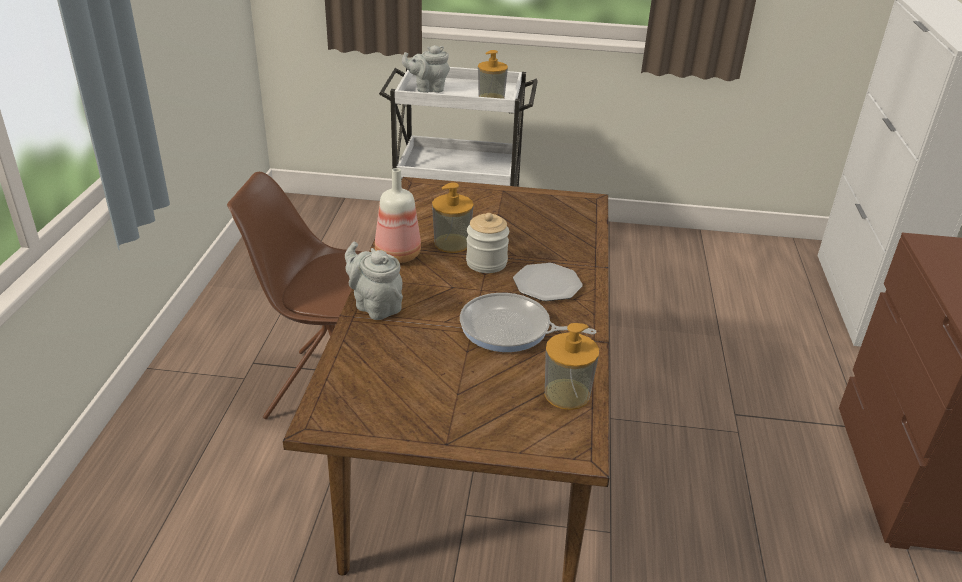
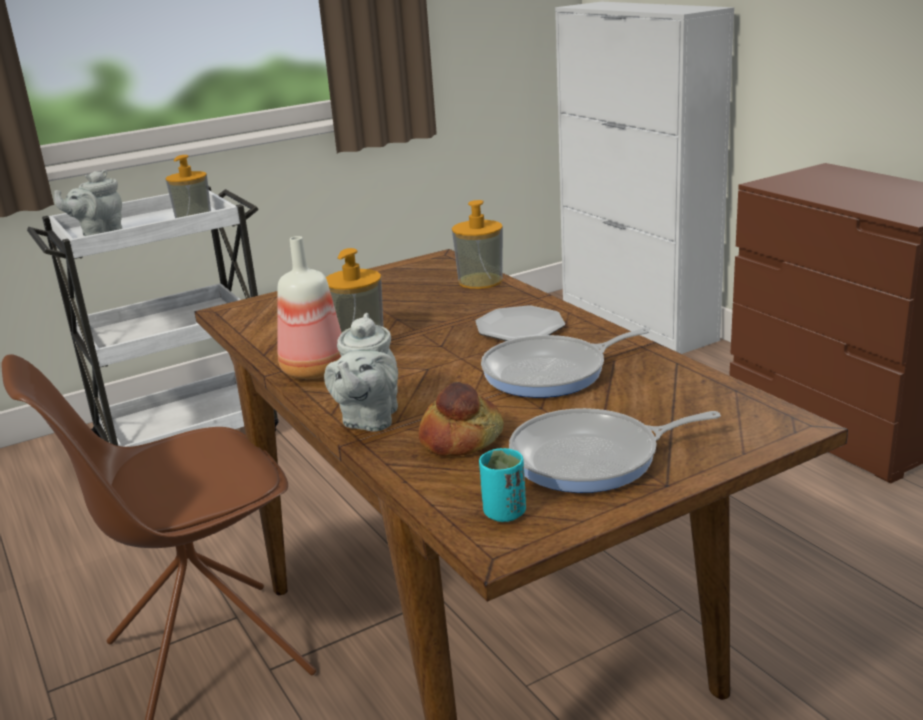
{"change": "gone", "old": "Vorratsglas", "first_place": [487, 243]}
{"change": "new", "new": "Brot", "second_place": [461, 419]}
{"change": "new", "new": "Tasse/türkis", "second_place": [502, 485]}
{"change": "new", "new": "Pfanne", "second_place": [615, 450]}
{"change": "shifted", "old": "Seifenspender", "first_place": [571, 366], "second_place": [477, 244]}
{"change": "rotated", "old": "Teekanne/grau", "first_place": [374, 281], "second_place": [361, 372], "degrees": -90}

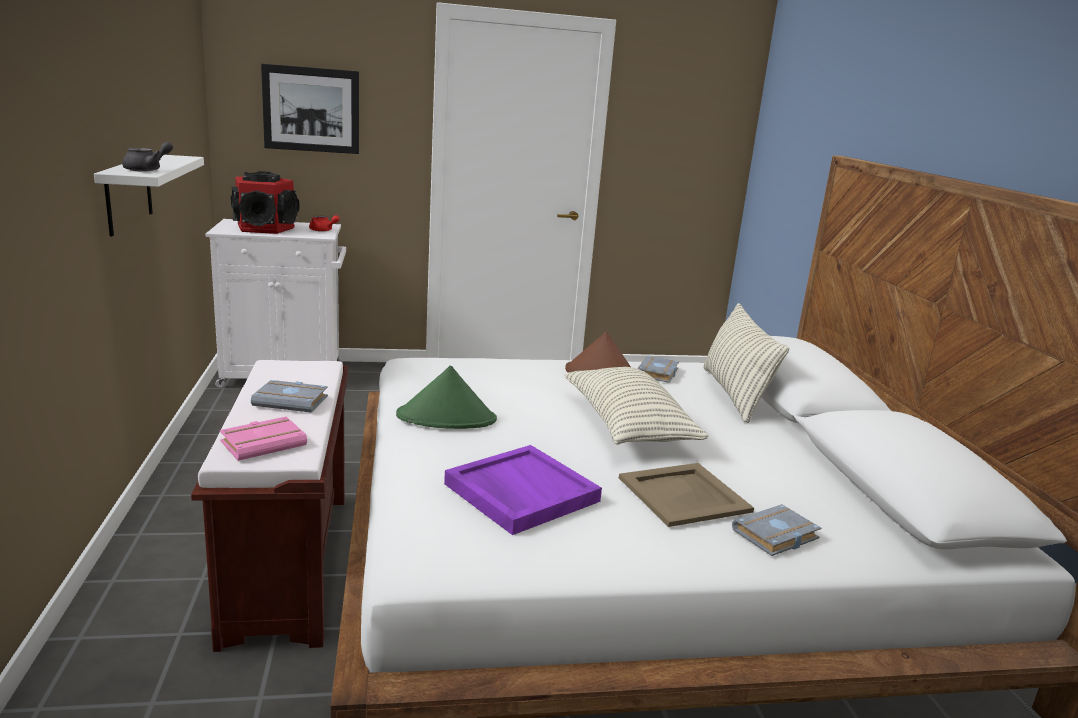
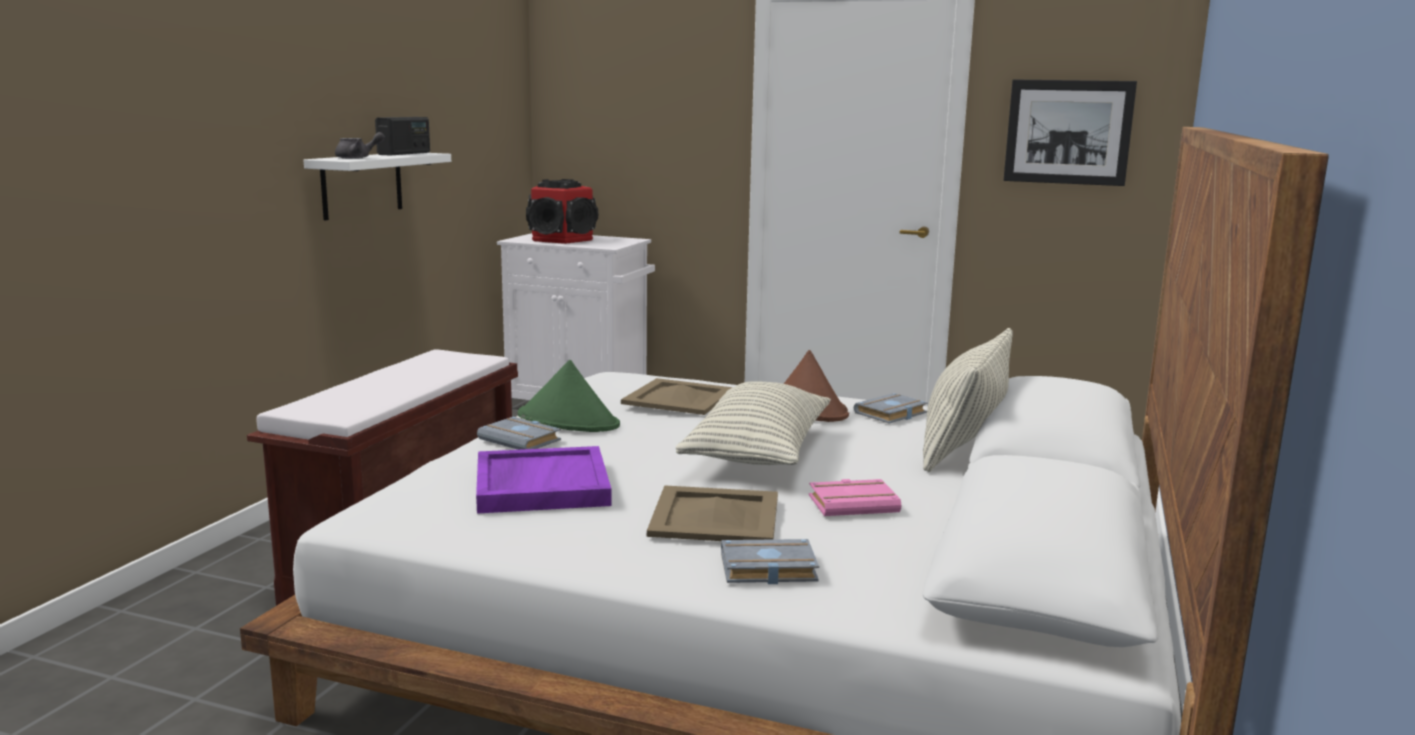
{"change": "gone", "old": "Teekanne/rot", "first_place": [324, 223]}
{"change": "new", "new": "Radio", "second_place": [402, 136]}
{"change": "new", "new": "Tablett/beige", "second_place": [677, 396]}
{"change": "shifted", "old": "Buch/rosa", "first_place": [263, 439], "second_place": [855, 497]}
{"change": "shifted", "old": "Buch/grau", "first_place": [289, 396], "second_place": [519, 433]}
{"change": "shifted", "old": "Bild", "first_place": [310, 109], "second_place": [1070, 132]}

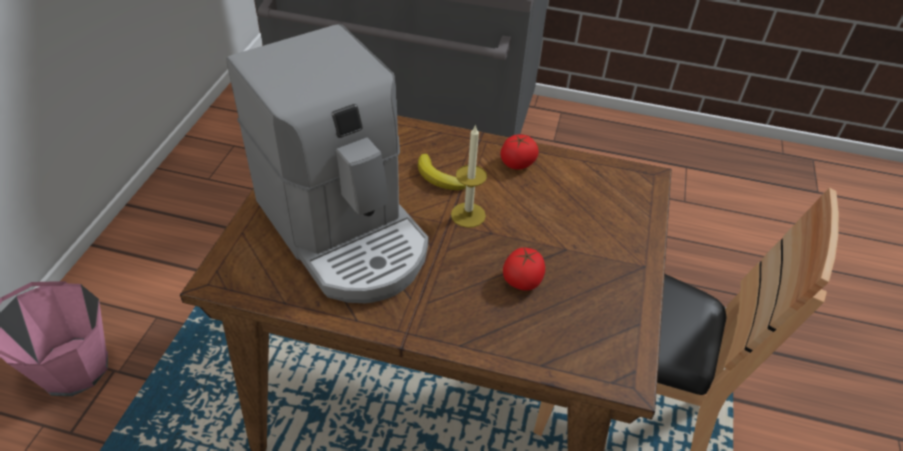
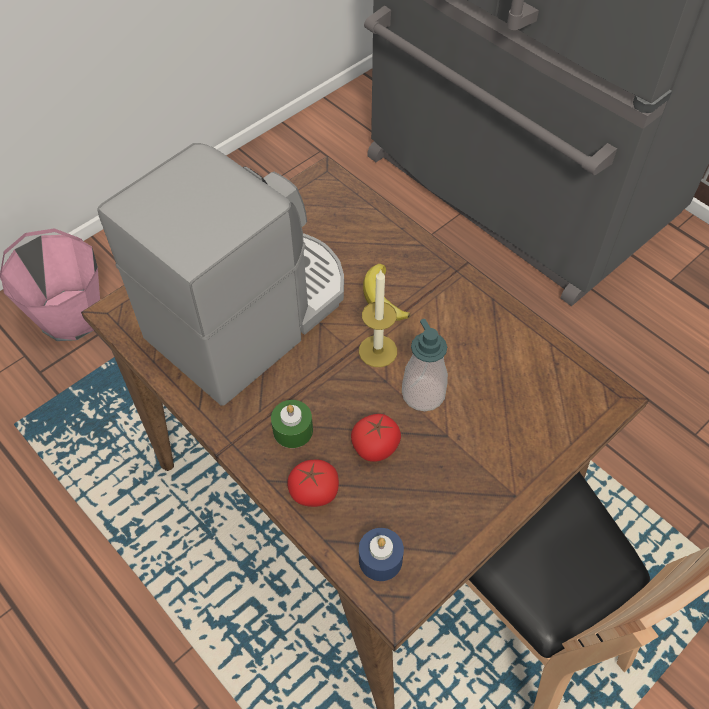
{"change": "new", "new": "Kerze/grün", "second_place": [292, 424]}
{"change": "new", "new": "Kerze/blau", "second_place": [381, 554]}
{"change": "new", "new": "Seifenspender", "second_place": [425, 365]}
{"change": "shifted", "old": "Tomate", "first_place": [519, 152], "second_place": [313, 483]}
{"change": "rotated", "old": "Kaffeemaschine", "first_place": [327, 163], "second_place": [220, 274], "degrees": -135}

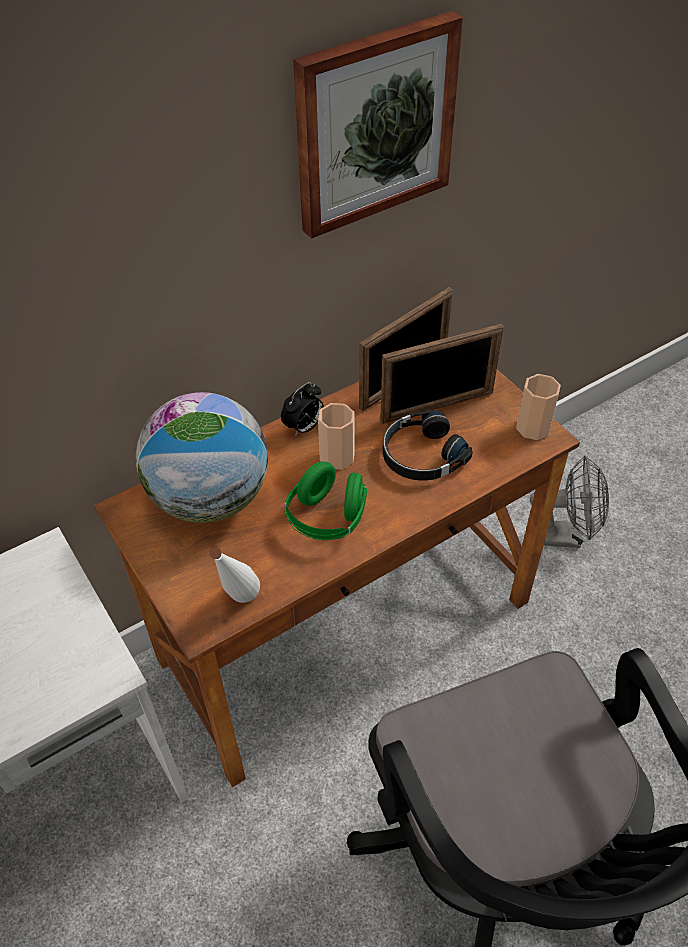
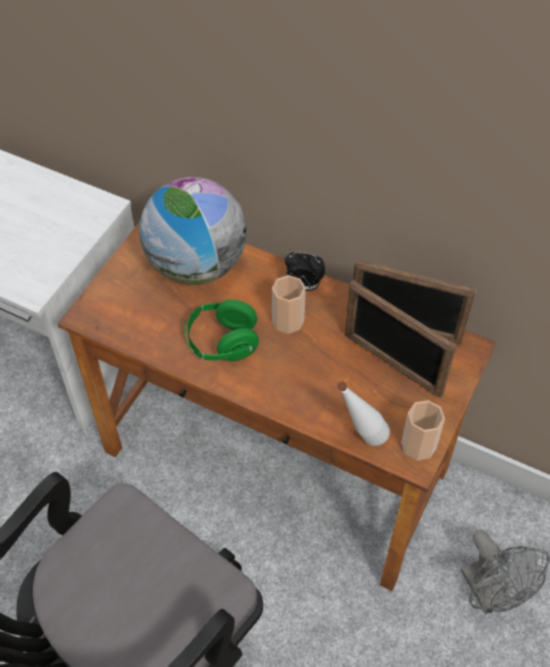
{"change": "gone", "old": "Bild", "first_place": [378, 125]}
{"change": "gone", "old": "Kopfhörer/schwarz", "first_place": [428, 445]}
{"change": "shifted", "old": "Flasche/weiß", "first_place": [235, 575], "second_place": [363, 414]}

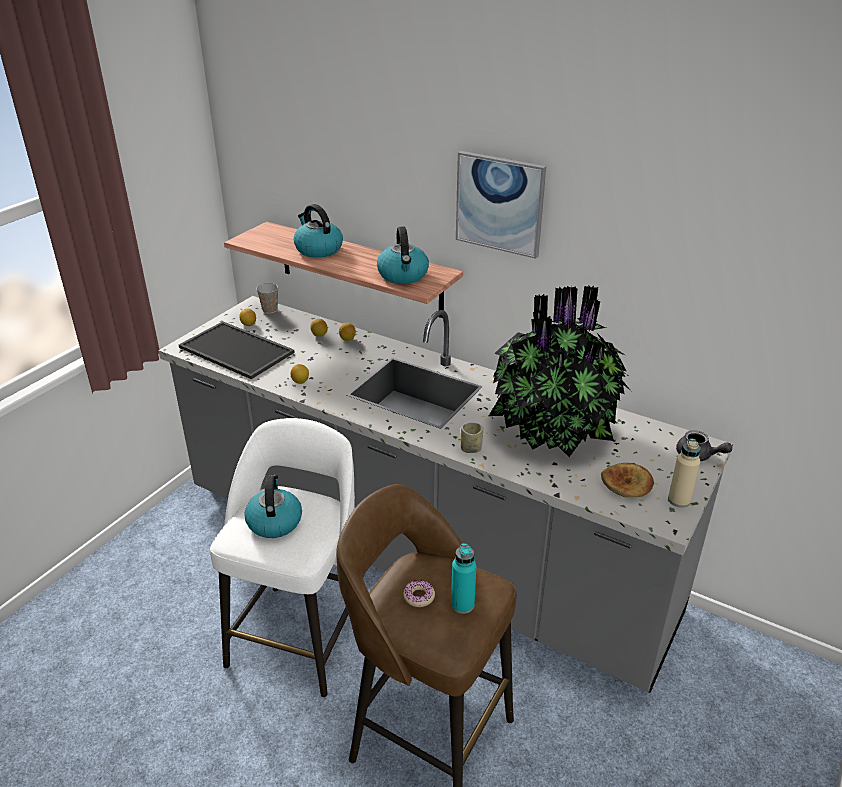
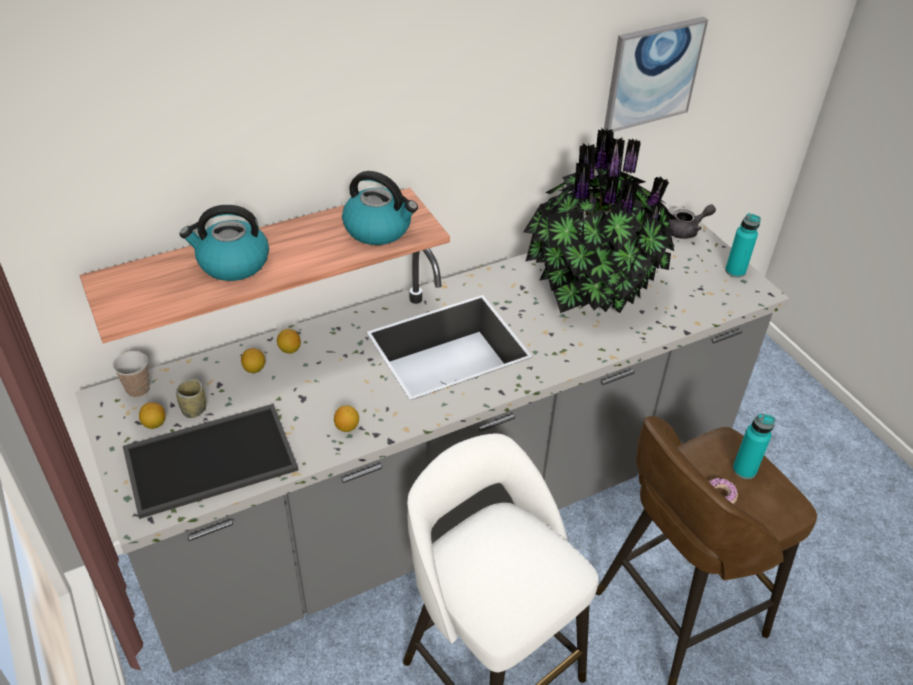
{"change": "gone", "old": "Wasserkessel", "first_place": [273, 506]}
{"change": "gone", "old": "Brot", "first_place": [627, 480]}
{"change": "shifted", "old": "Bild", "first_place": [501, 205], "second_place": [656, 74]}
{"change": "shifted", "old": "Tasse", "first_place": [472, 438], "second_place": [191, 398]}
{"change": "repainted", "old": "Flasche/beige", "new": "Flasche/türkis", "first_place": [684, 473], "second_place": [743, 245]}

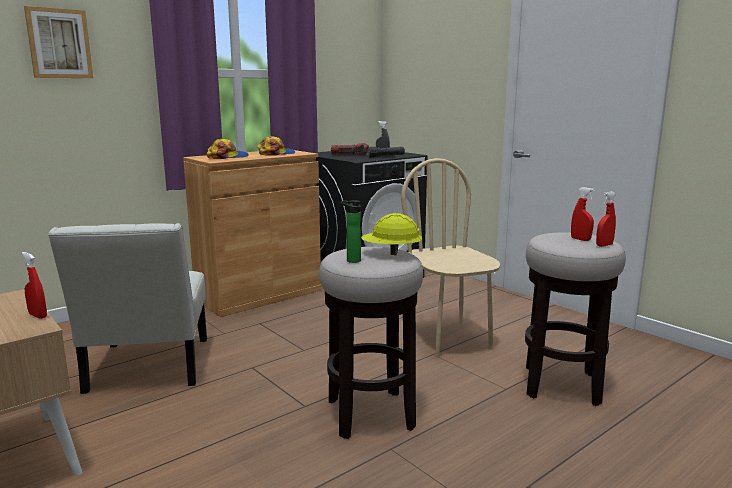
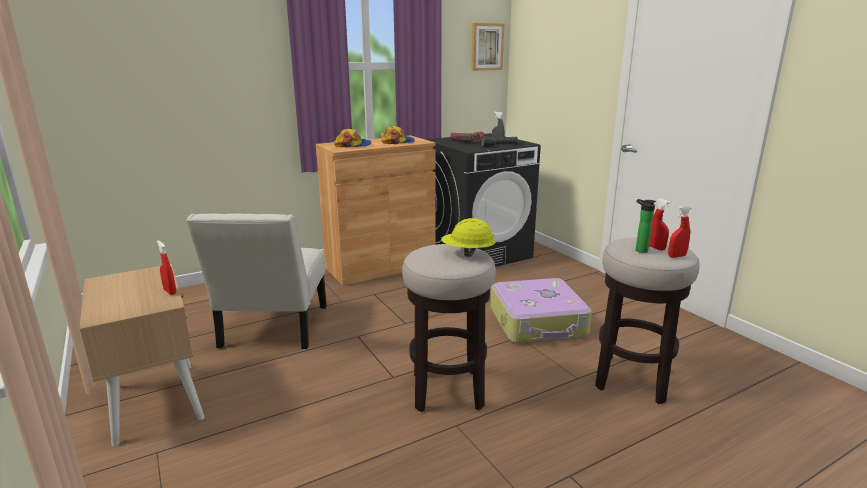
{"change": "shifted", "old": "Bild", "first_place": [58, 42], "second_place": [487, 47]}
{"change": "shifted", "old": "Flasche", "first_place": [350, 231], "second_place": [645, 226]}
{"change": "swapped", "old": "Stuhl/beige", "new": "Koffer", "first_place": [450, 258], "second_place": [541, 311]}

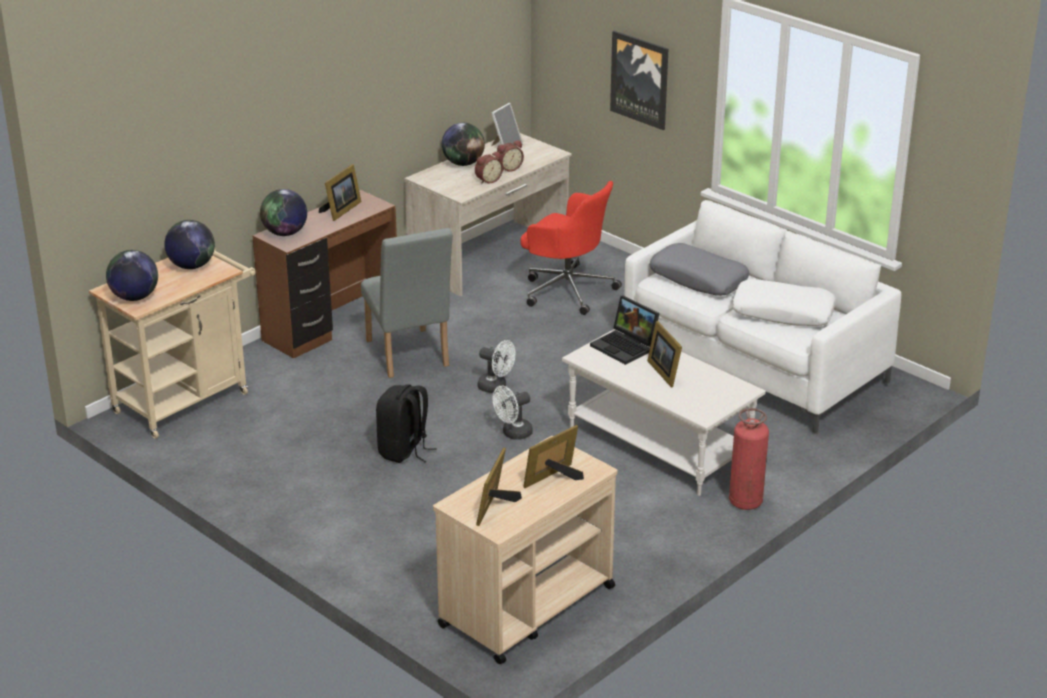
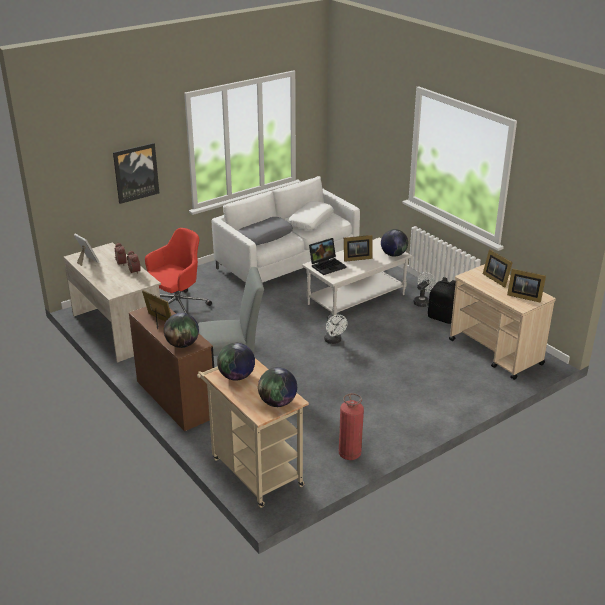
{"change": "shifted", "old": "Rucksack/schwarz", "first_place": [406, 423], "second_place": [442, 300]}
{"change": "shifted", "old": "Globus", "first_place": [463, 144], "second_place": [394, 243]}
{"change": "shifted", "old": "Ventilator/weiß", "first_place": [496, 366], "second_place": [425, 289]}
{"change": "shifted", "old": "Feuerlöscher", "first_place": [749, 459], "second_place": [351, 426]}

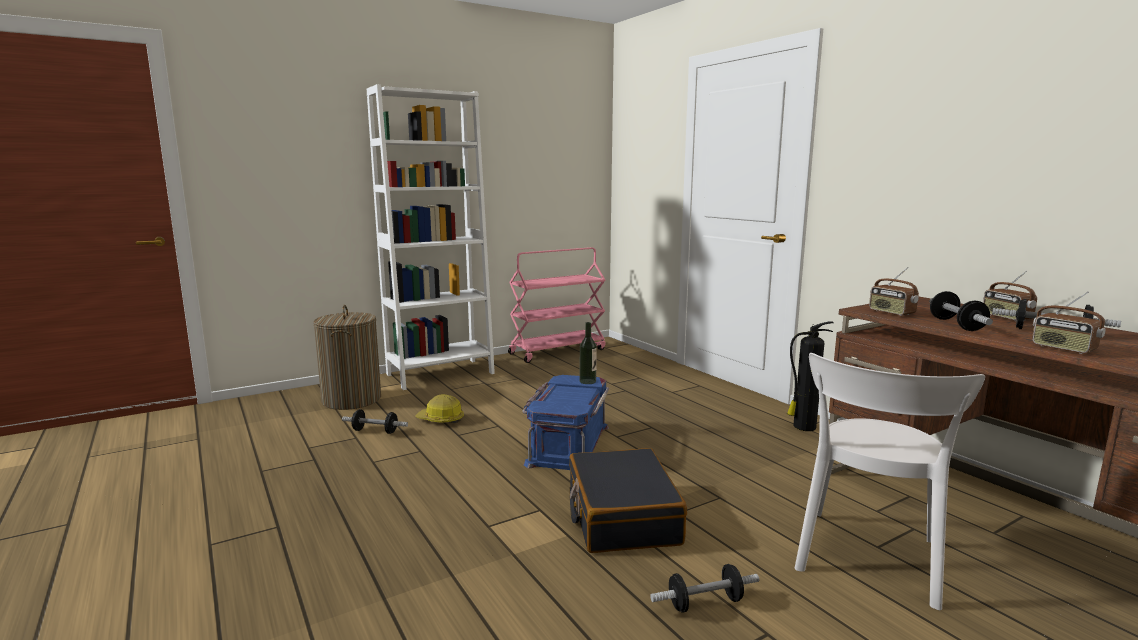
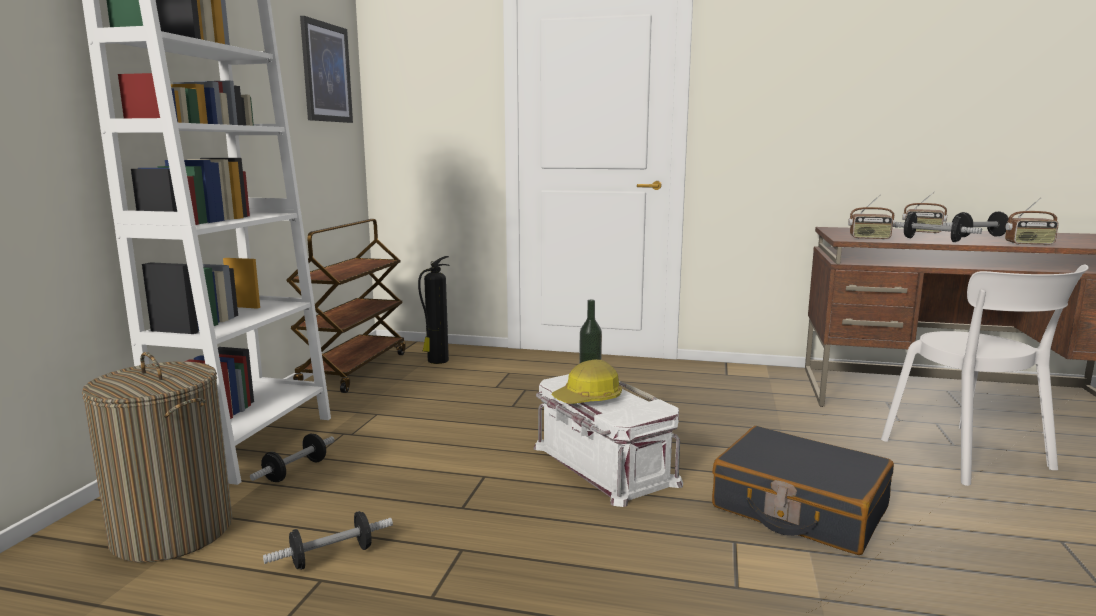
{"change": "new", "new": "Bild", "second_place": [326, 69]}
{"change": "shifted", "old": "Schutzhelm", "first_place": [439, 409], "second_place": [586, 381]}
{"change": "shifted", "old": "Hantel", "first_place": [704, 588], "second_place": [292, 458]}
{"change": "shifted", "old": "Feuerlöscher", "first_place": [810, 376], "second_place": [433, 310]}
{"change": "repainted", "old": "Rollwagen/rosa", "new": "Rollwagen/braun", "first_place": [557, 305], "second_place": [346, 306]}
{"change": "repainted", "old": "Aufbewahrungsbox/blau", "new": "Aufbewahrungsbox/weiß", "first_place": [565, 422], "second_place": [608, 440]}

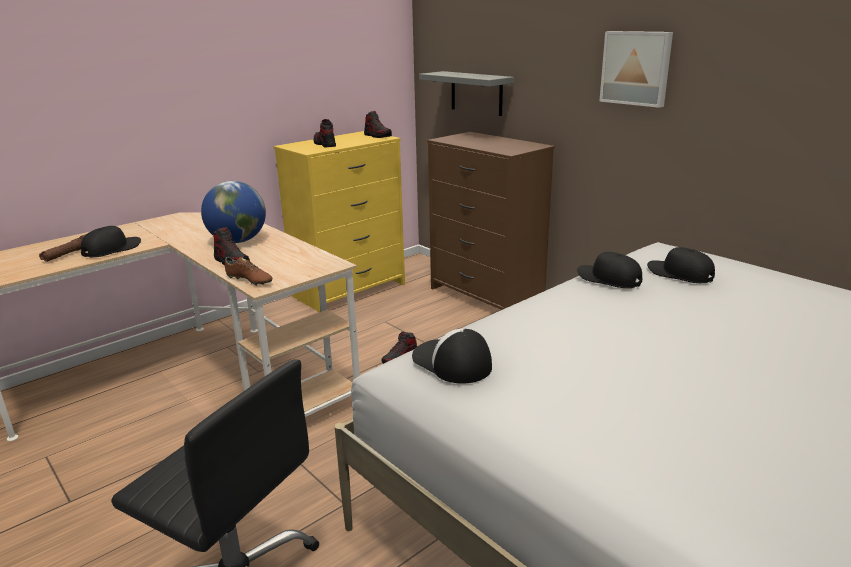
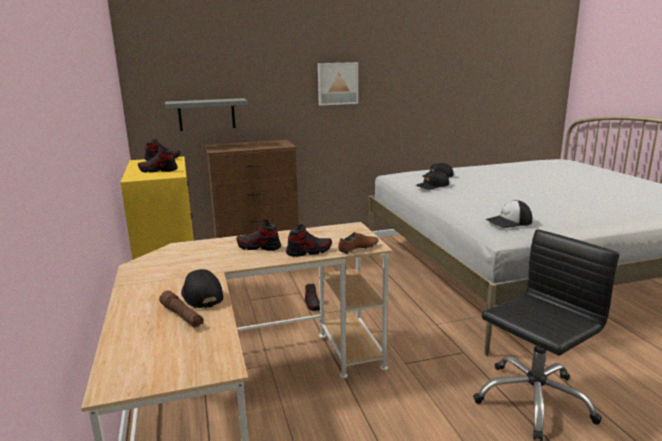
{"change": "swapped", "old": "Globus", "new": "Schuh", "first_place": [233, 212], "second_place": [258, 235]}

